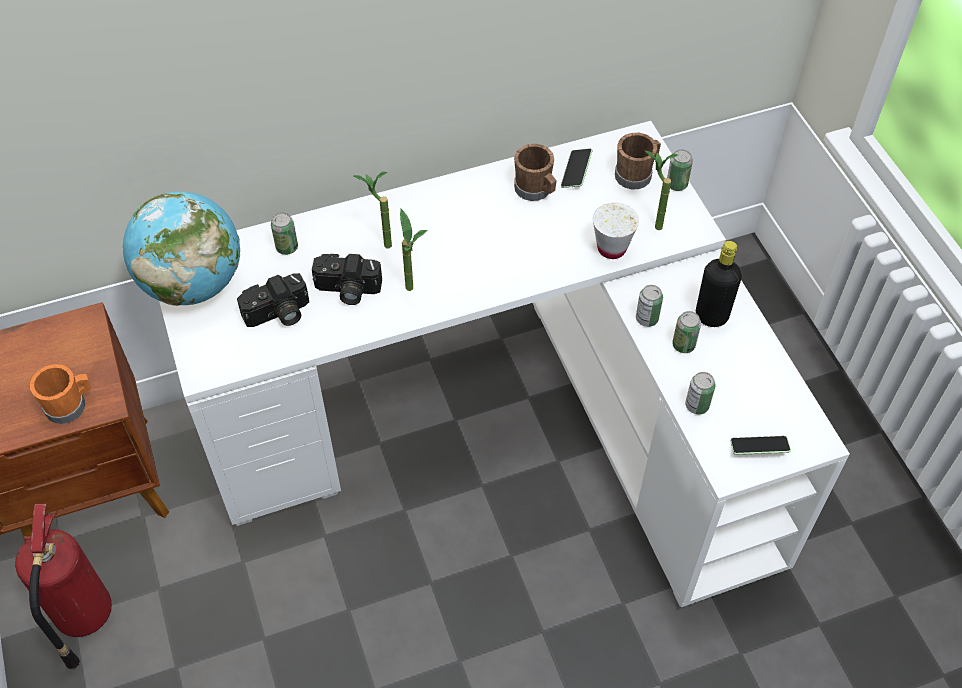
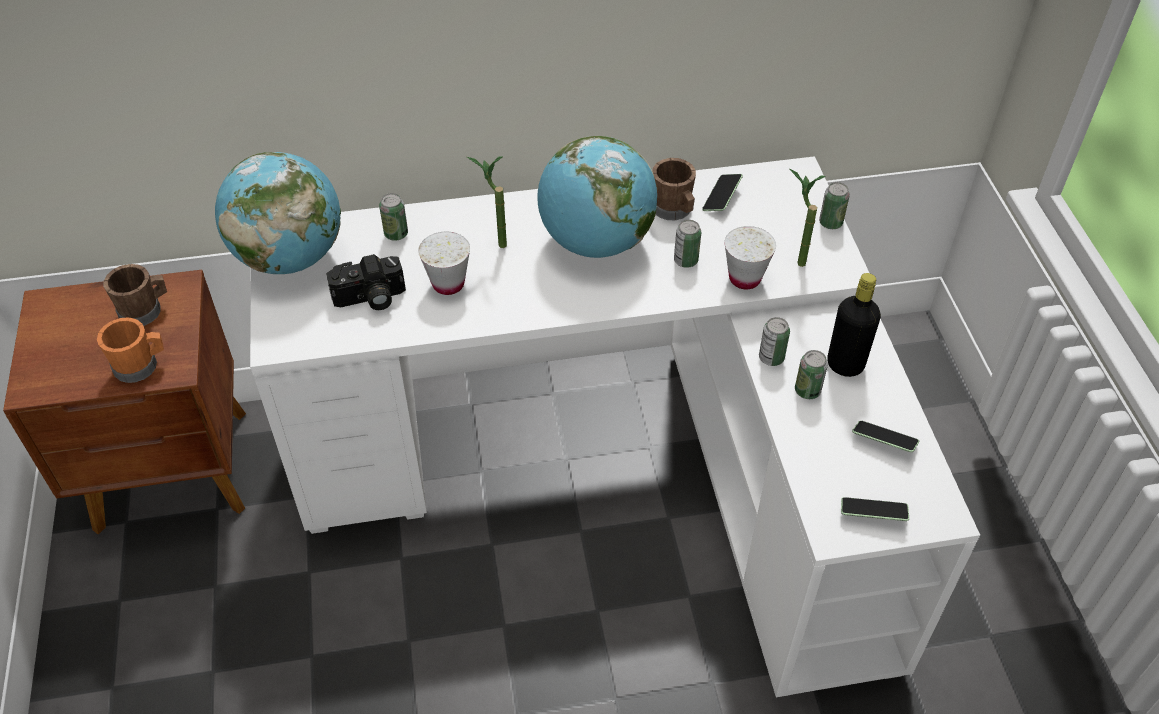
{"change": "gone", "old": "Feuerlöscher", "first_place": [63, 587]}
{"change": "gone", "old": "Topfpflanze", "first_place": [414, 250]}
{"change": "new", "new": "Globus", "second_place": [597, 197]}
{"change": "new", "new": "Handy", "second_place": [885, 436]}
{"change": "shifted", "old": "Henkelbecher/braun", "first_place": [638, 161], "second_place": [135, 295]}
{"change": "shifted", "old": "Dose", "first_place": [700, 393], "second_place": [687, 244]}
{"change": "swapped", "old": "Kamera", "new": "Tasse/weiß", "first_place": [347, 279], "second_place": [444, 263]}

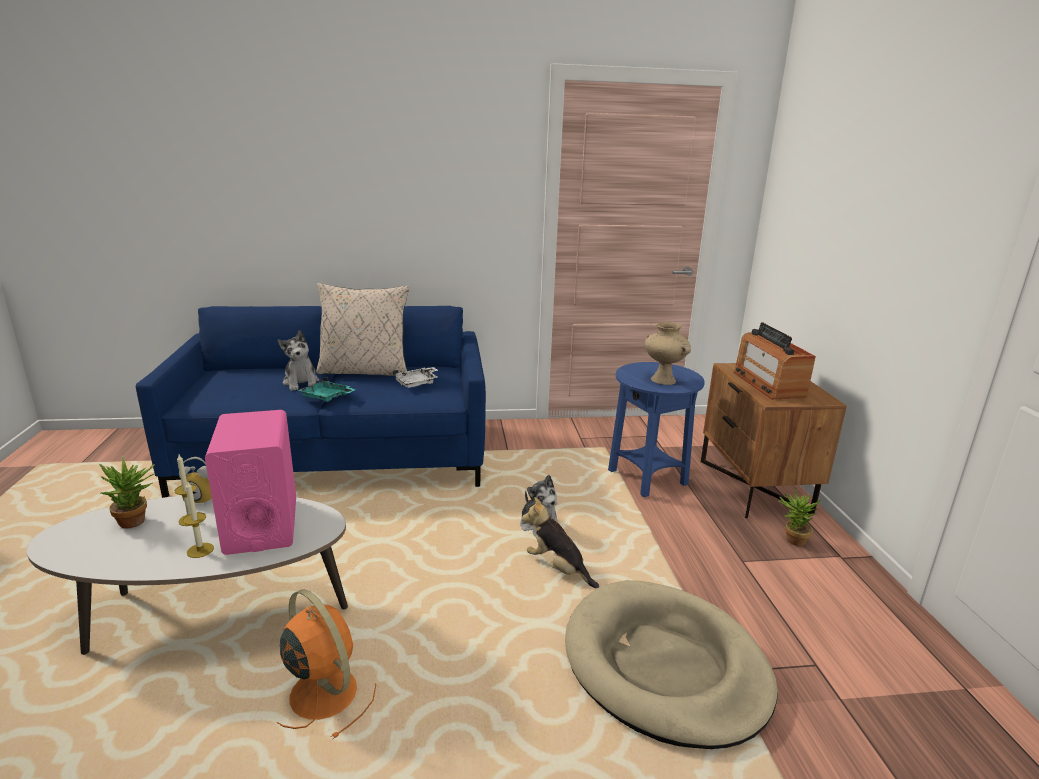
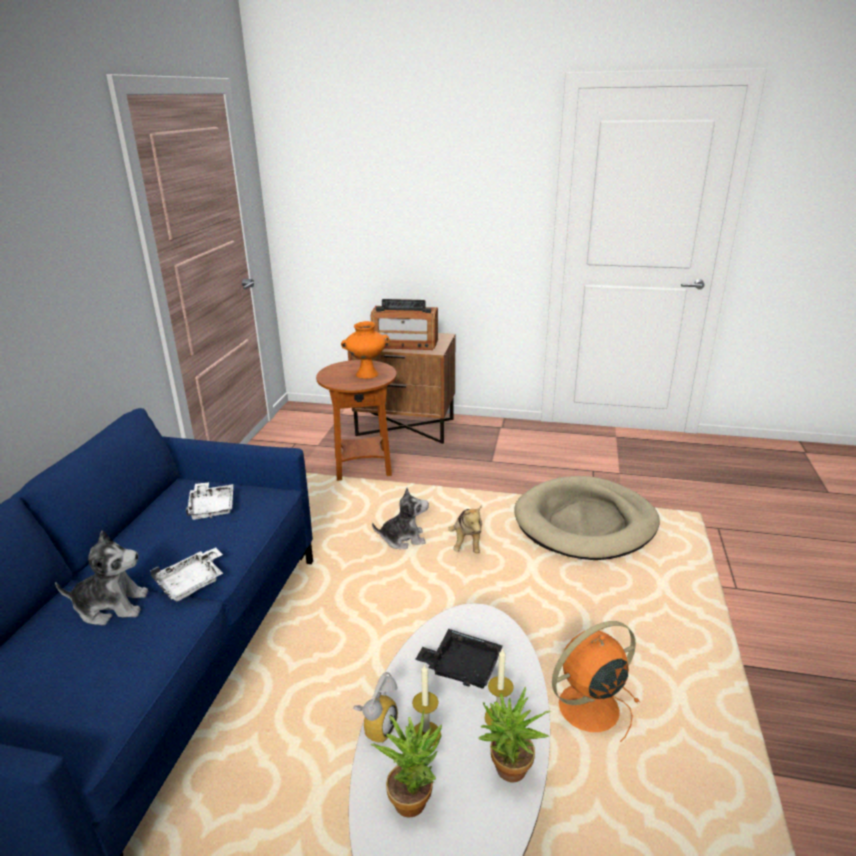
{"change": "gone", "old": "Kissen/beige", "first_place": [362, 329]}
{"change": "shifted", "old": "Topfpflanze", "first_place": [799, 517], "second_place": [515, 734]}
{"change": "swapped", "old": "Lautsprecher/rosa", "new": "Tablett/schwarz", "first_place": [250, 482], "second_place": [459, 659]}
{"change": "repainted", "old": "Tablett/türkis", "new": "Tablett/weiß", "first_place": [327, 389], "second_place": [186, 574]}
{"change": "repainted", "old": "Beistelltisch/blau", "new": "Beistelltisch/braun", "first_place": [656, 429], "second_place": [356, 420]}
{"change": "repainted", "old": "Vase/beige", "new": "Vase/orange", "first_place": [667, 353], "second_place": [365, 350]}
{"change": "rotated", "old": "Plüschtier", "first_place": [560, 542], "second_place": [465, 529], "degrees": -60}

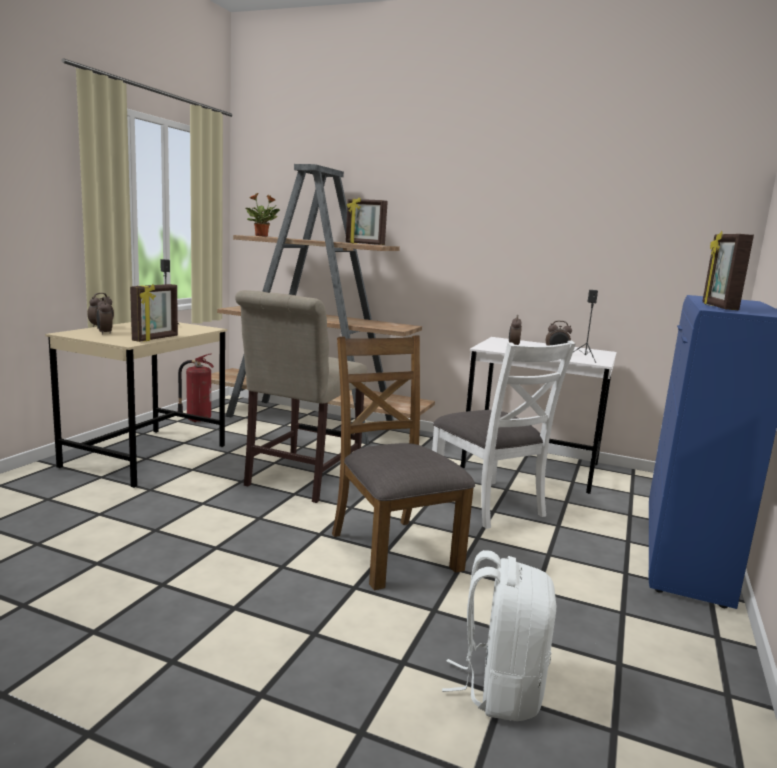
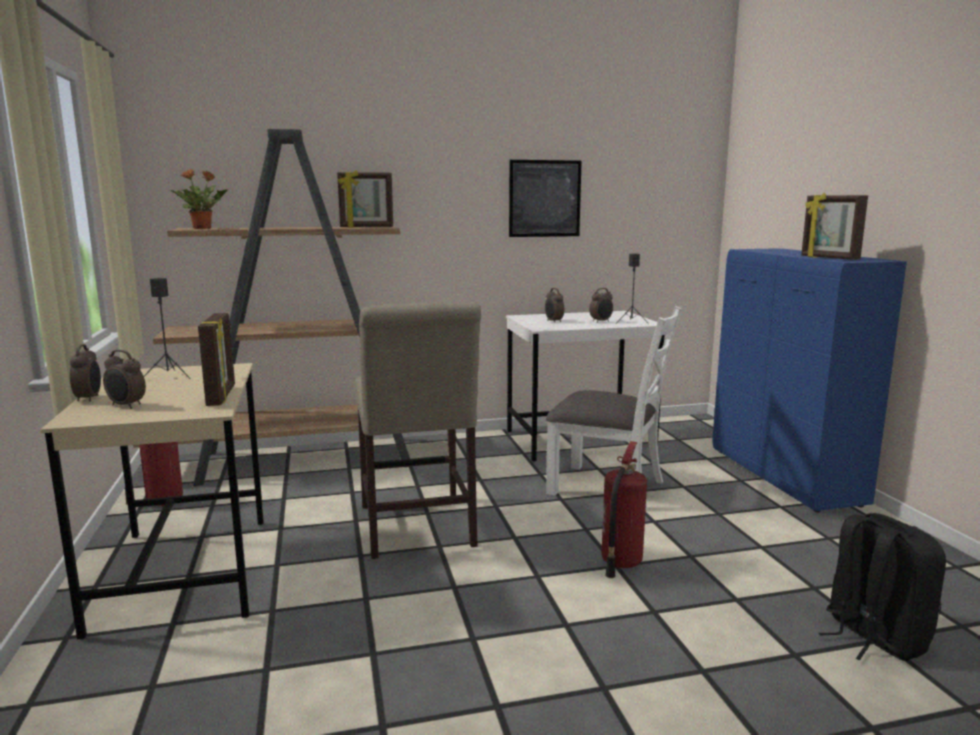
{"change": "new", "new": "Bild", "second_place": [545, 198]}
{"change": "swapped", "old": "Stuhl/braun", "new": "Feuerlöscher", "first_place": [403, 462], "second_place": [624, 509]}
{"change": "repainted", "old": "Rucksack/weiß", "new": "Rucksack/schwarz", "first_place": [499, 635], "second_place": [882, 587]}

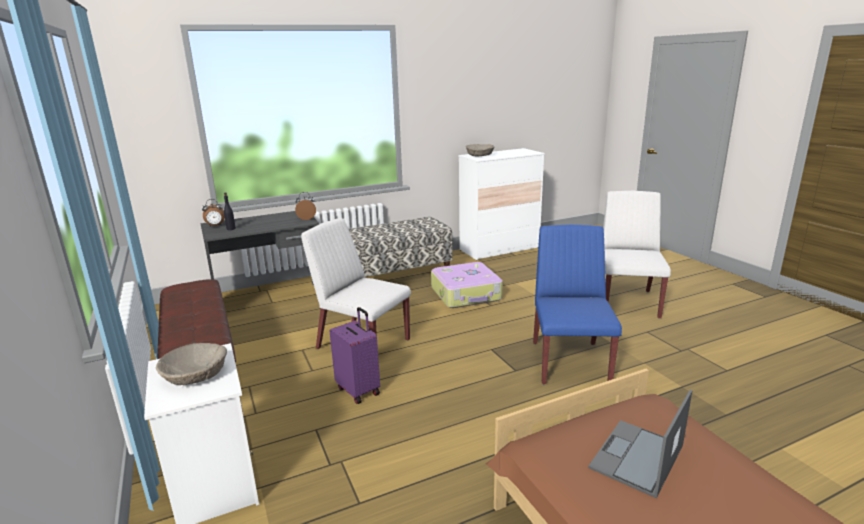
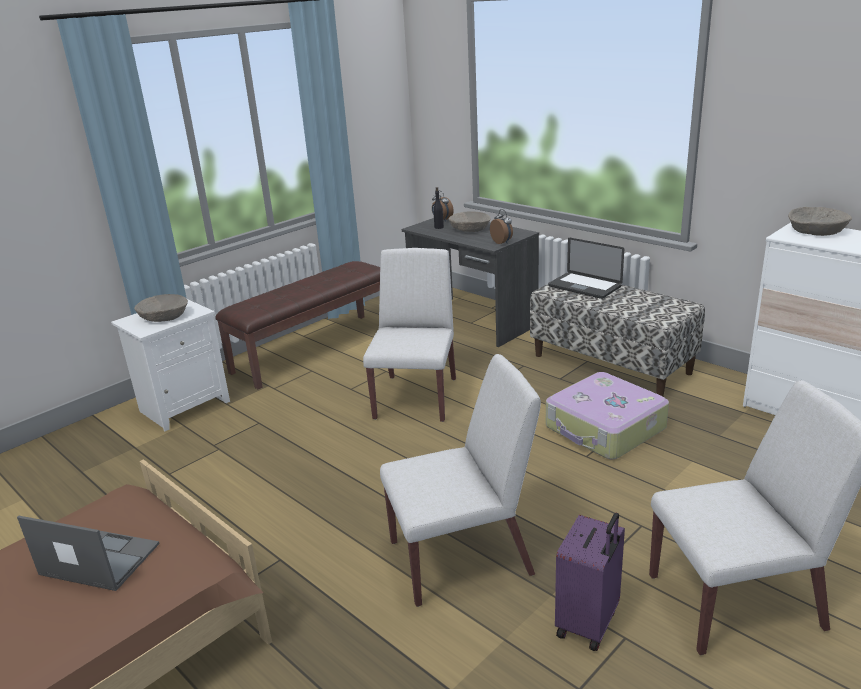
{"change": "new", "new": "Schüssel/beige", "second_place": [470, 221]}
{"change": "new", "new": "Laptop", "second_place": [586, 268]}
{"change": "shifted", "old": "Koffer/lila", "first_place": [355, 355], "second_place": [590, 582]}
{"change": "repainted", "old": "Stuhl/blau", "new": "Stuhl/weiß", "first_place": [577, 304], "second_place": [460, 480]}

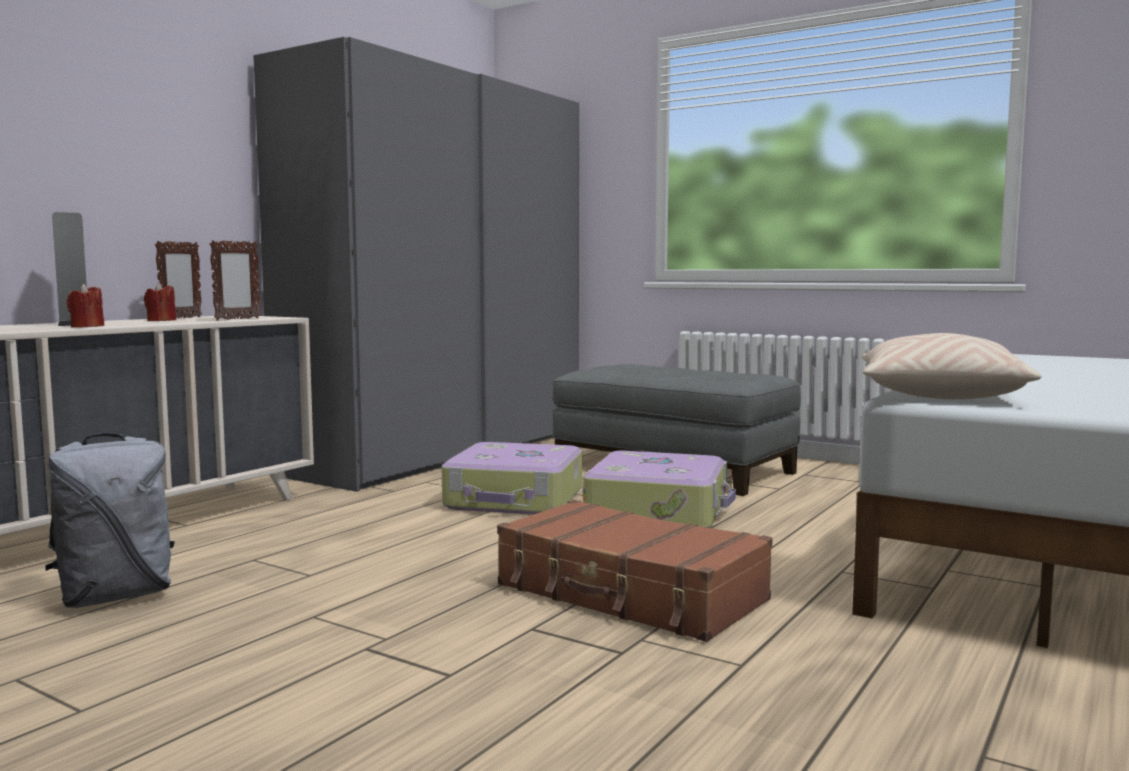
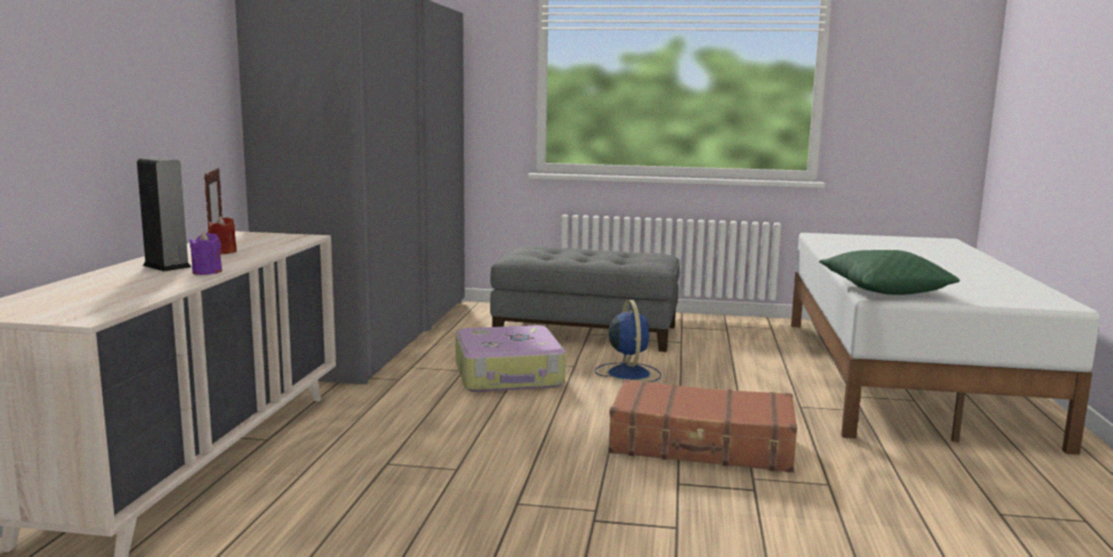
{"change": "gone", "old": "Rucksack/grau", "first_place": [110, 520]}
{"change": "gone", "old": "Bilderrahmen", "first_place": [235, 280]}
{"change": "swapped", "old": "Koffer", "new": "Ventilator/blau", "first_place": [659, 489], "second_place": [628, 341]}
{"change": "repainted", "old": "Kerze/rot", "new": "Kerze/lila", "first_place": [85, 306], "second_place": [205, 253]}
{"change": "repainted", "old": "Kissen/beige", "new": "Kissen/grün", "first_place": [952, 366], "second_place": [889, 272]}

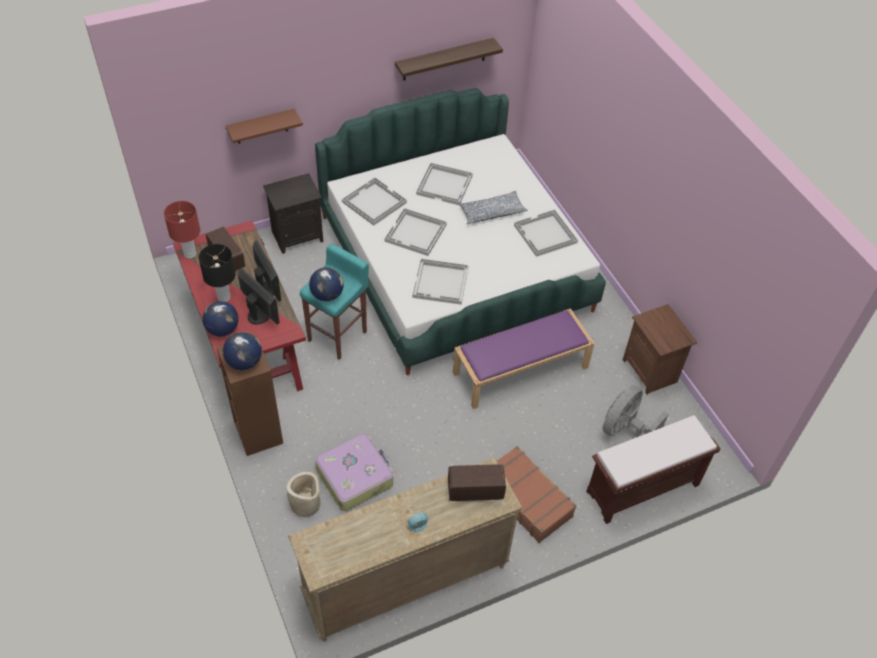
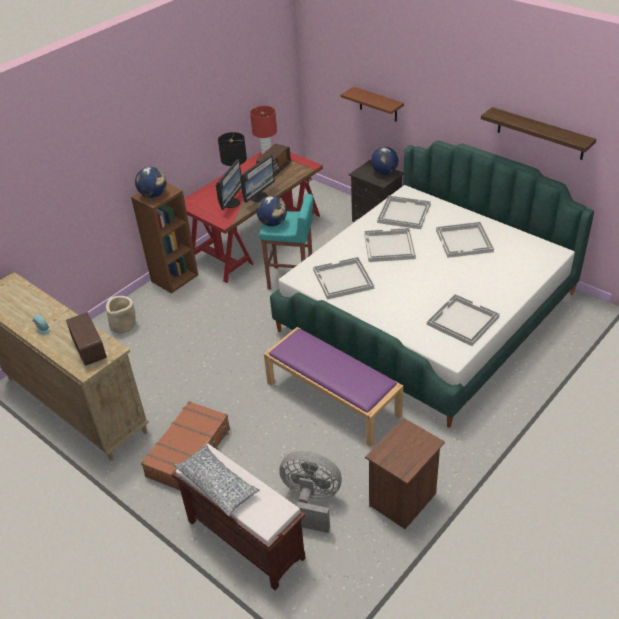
{"change": "gone", "old": "Koffer", "first_place": [354, 472]}
{"change": "shifted", "old": "Globus", "first_place": [220, 318], "second_place": [385, 161]}
{"change": "shifted", "old": "Kissen", "first_place": [493, 207], "second_place": [217, 480]}

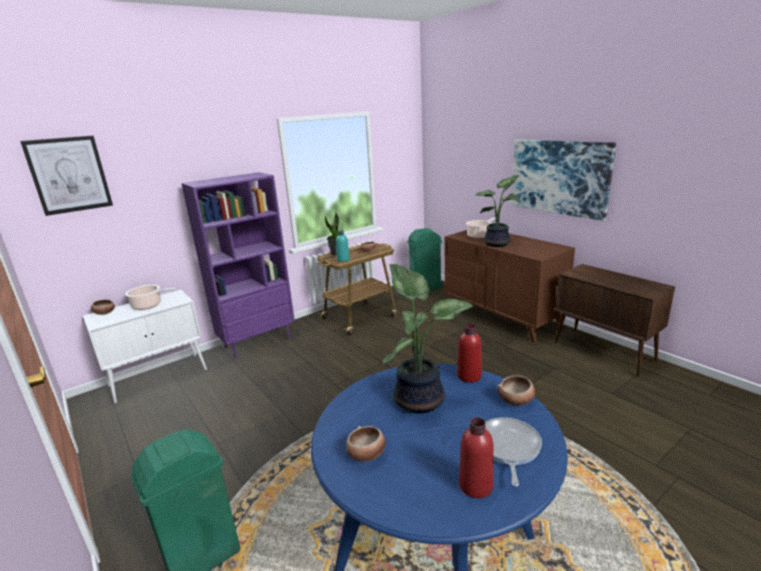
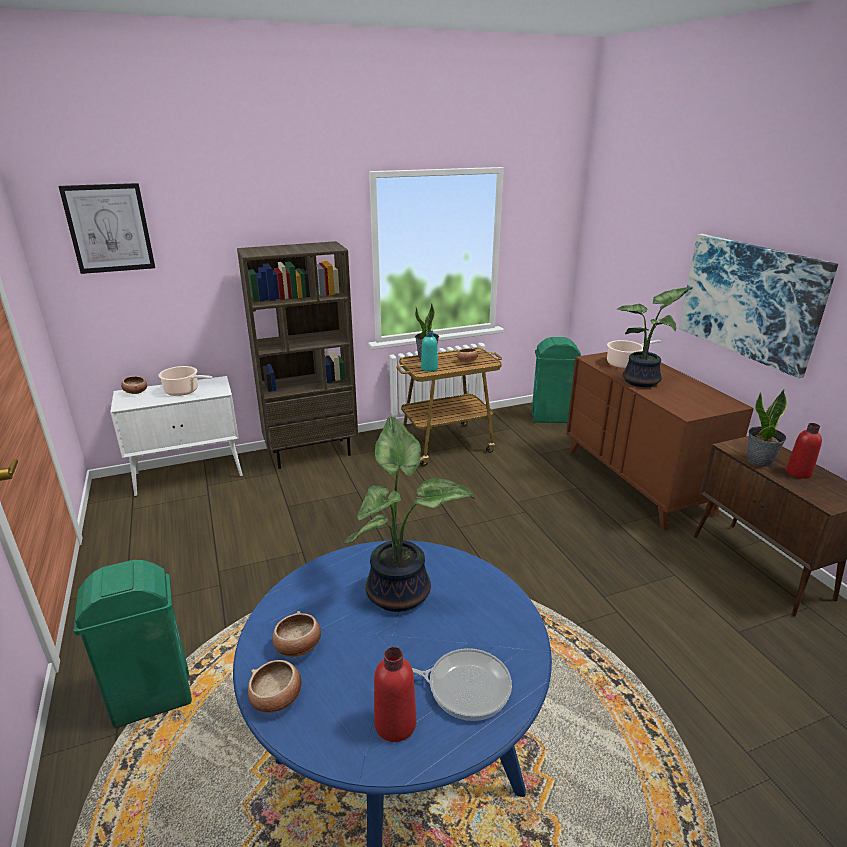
{"change": "new", "new": "Topfpflanze", "second_place": [766, 428]}
{"change": "shifted", "old": "Flasche/rot", "first_place": [469, 353], "second_place": [804, 451]}
{"change": "shifted", "old": "Schüssel", "first_place": [516, 390], "second_place": [275, 686]}
{"change": "repainted", "old": "Bücherregal/lila", "new": "Bücherregal/braun", "first_place": [238, 265], "second_place": [297, 355]}
{"change": "rotated", "old": "Pfanne", "first_place": [513, 451], "second_place": [462, 684], "degrees": 75}

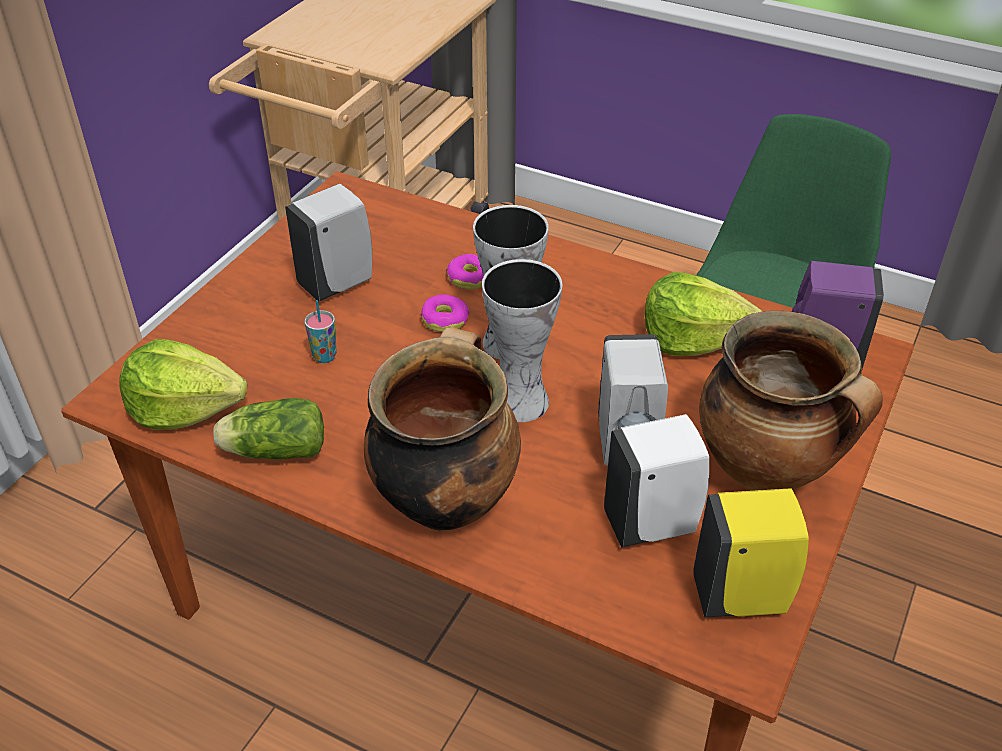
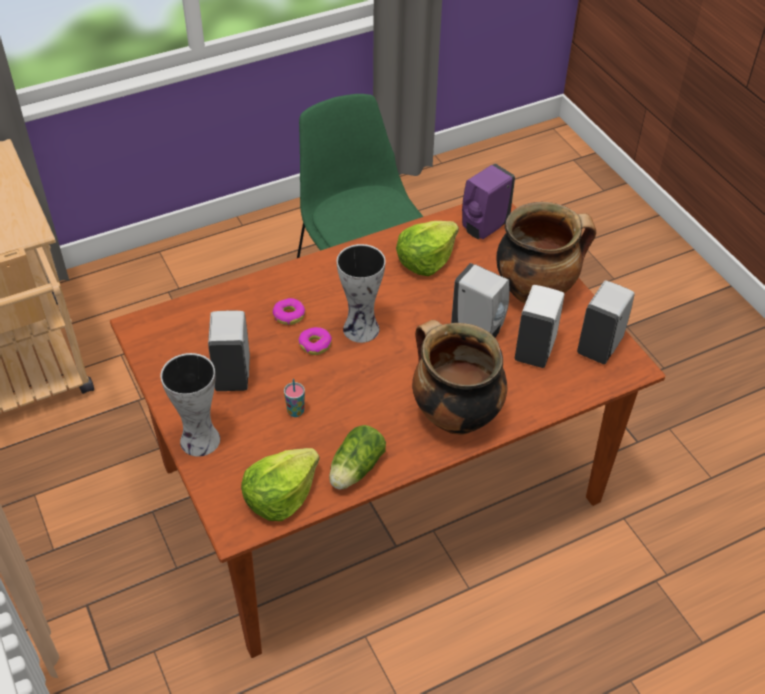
{"change": "shifted", "old": "Vase", "first_place": [522, 340], "second_place": [190, 405]}
{"change": "repainted", "old": "Seifenspender/gelb", "new": "Seifenspender/weiß", "first_place": [751, 553], "second_place": [606, 322]}

